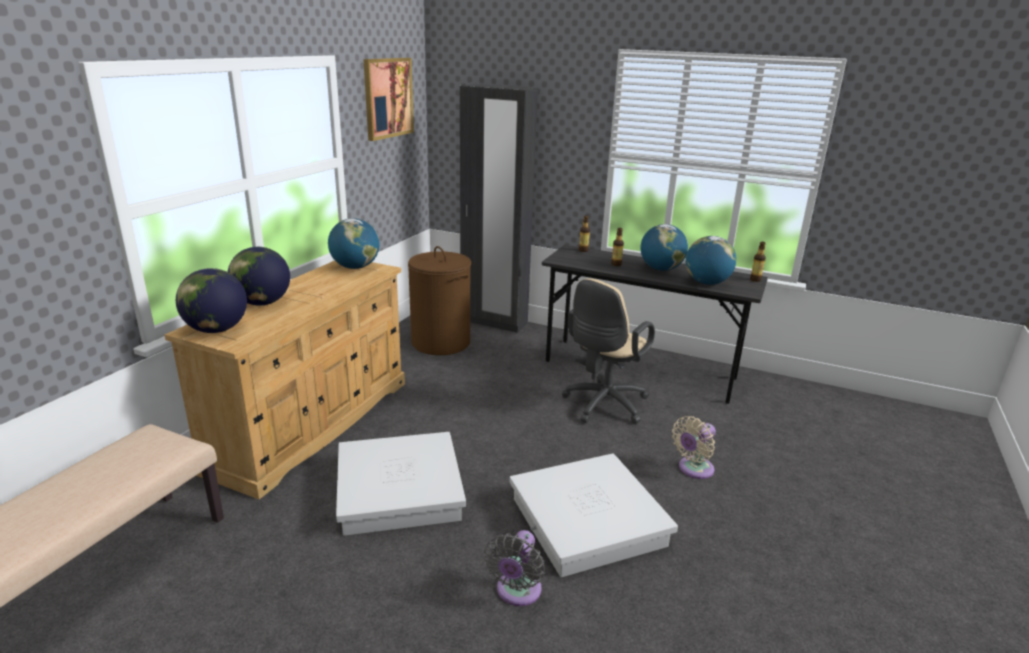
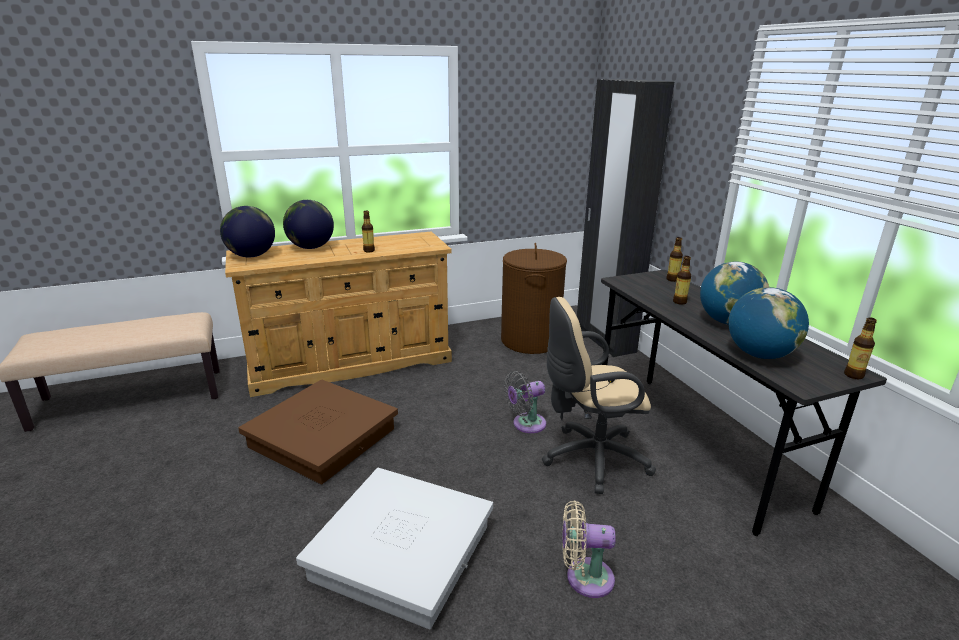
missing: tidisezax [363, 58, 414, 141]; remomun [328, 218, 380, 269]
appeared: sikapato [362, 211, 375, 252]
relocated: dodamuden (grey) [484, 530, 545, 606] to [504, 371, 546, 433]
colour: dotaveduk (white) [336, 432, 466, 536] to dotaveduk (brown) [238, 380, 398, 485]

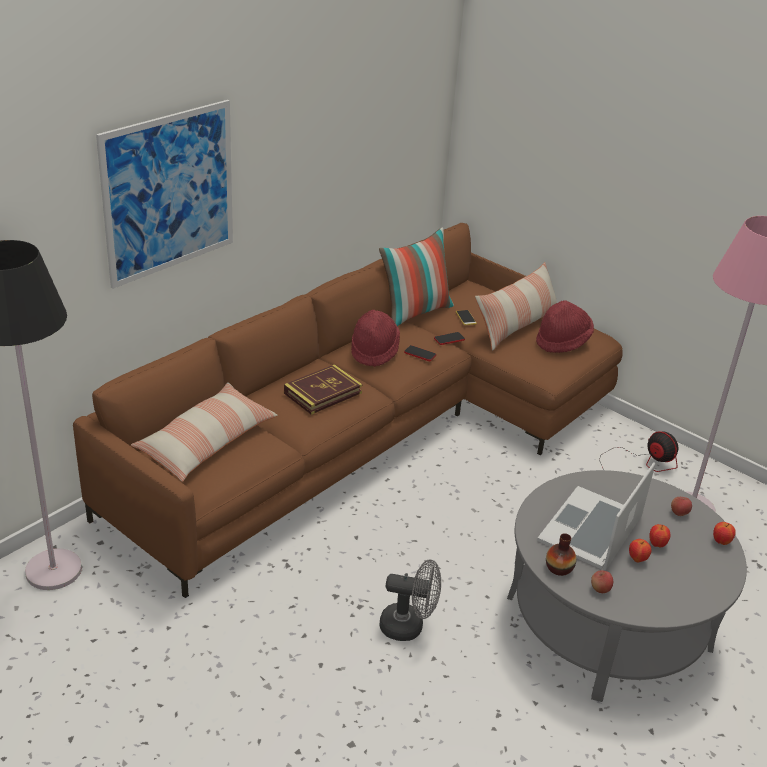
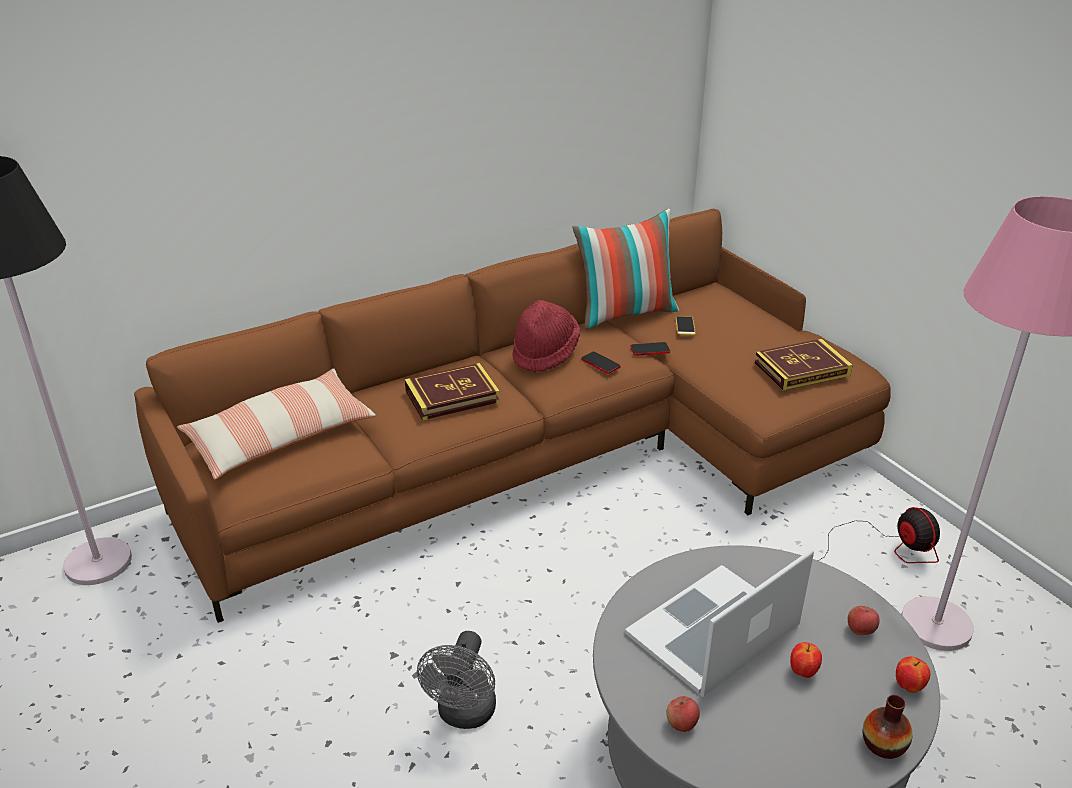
missing: tidisezax [96, 100, 233, 289]; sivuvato [475, 262, 557, 351]; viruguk [629, 539, 651, 563]
relocated: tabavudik [546, 533, 577, 576] to [863, 695, 913, 759]
exchanged: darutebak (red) [536, 300, 594, 353] to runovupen [755, 339, 853, 391]
spun: dodamuden (grey) [379, 560, 441, 641] = [417, 631, 496, 729] 75 degrees clockwise

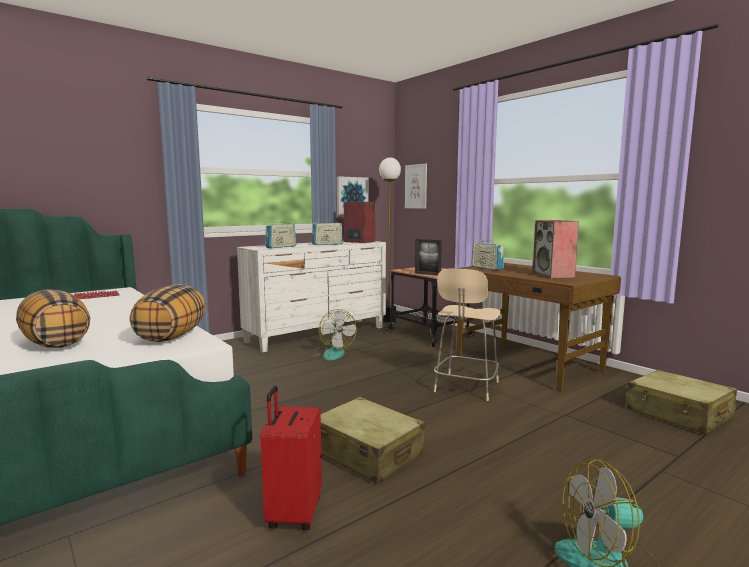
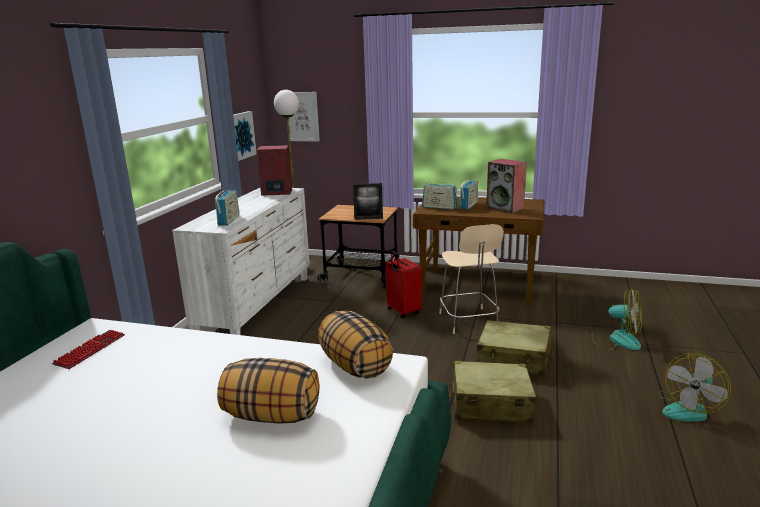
relocated: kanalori [312, 218, 343, 245] to [460, 180, 478, 210]; dodamuden [307, 309, 357, 360] to [591, 288, 642, 351]; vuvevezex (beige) [627, 370, 737, 434] to [477, 320, 553, 376]; vuvevezex (red) [261, 386, 322, 530] to [386, 251, 422, 318]

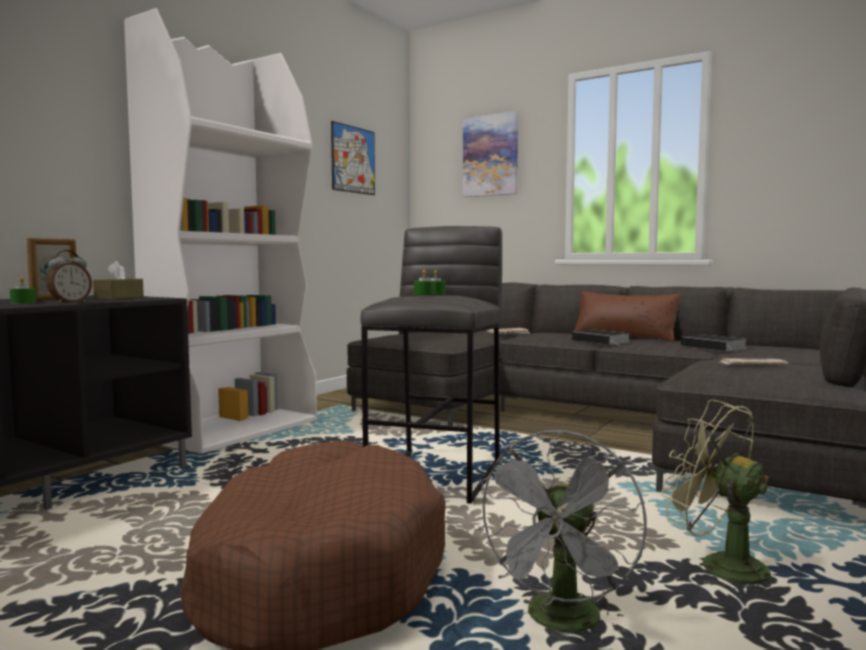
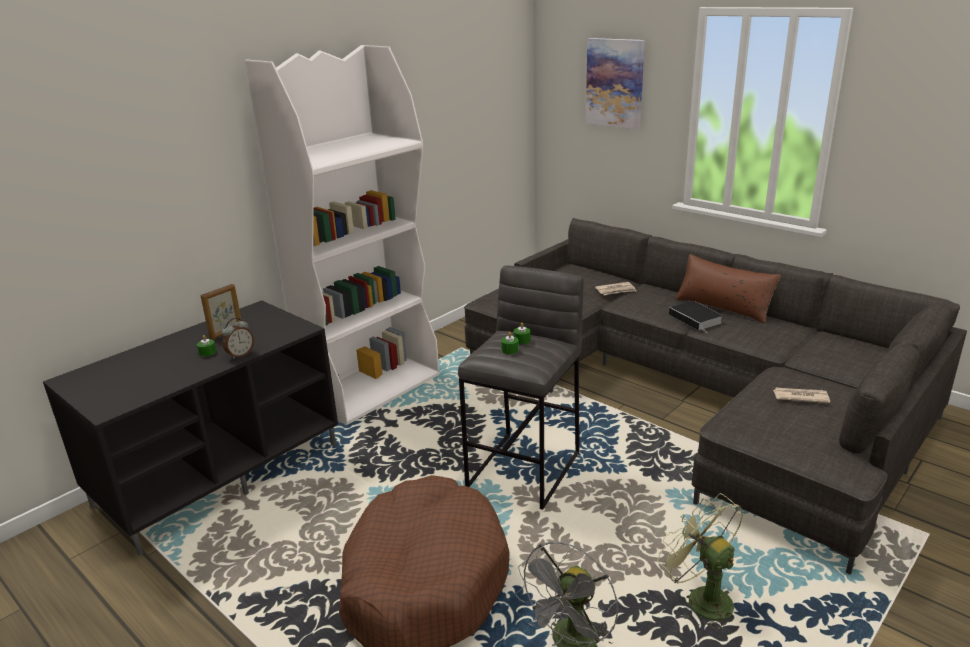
missing: tidisezax [331, 121, 375, 195]; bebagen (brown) [93, 261, 144, 299]; runovupen [681, 334, 747, 352]

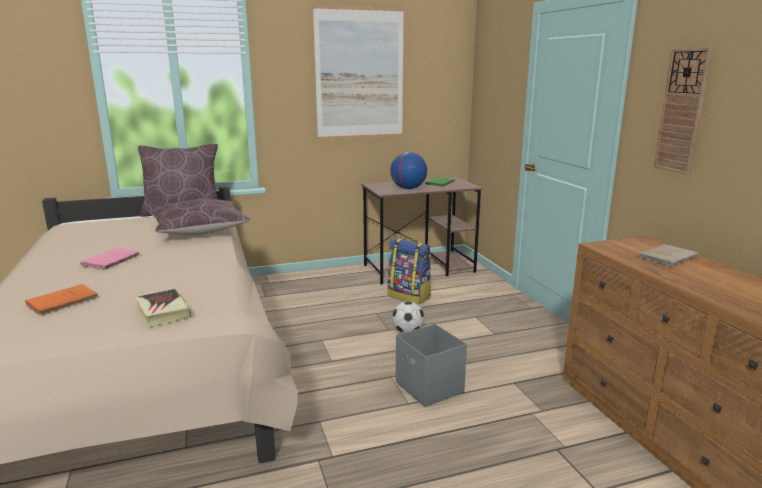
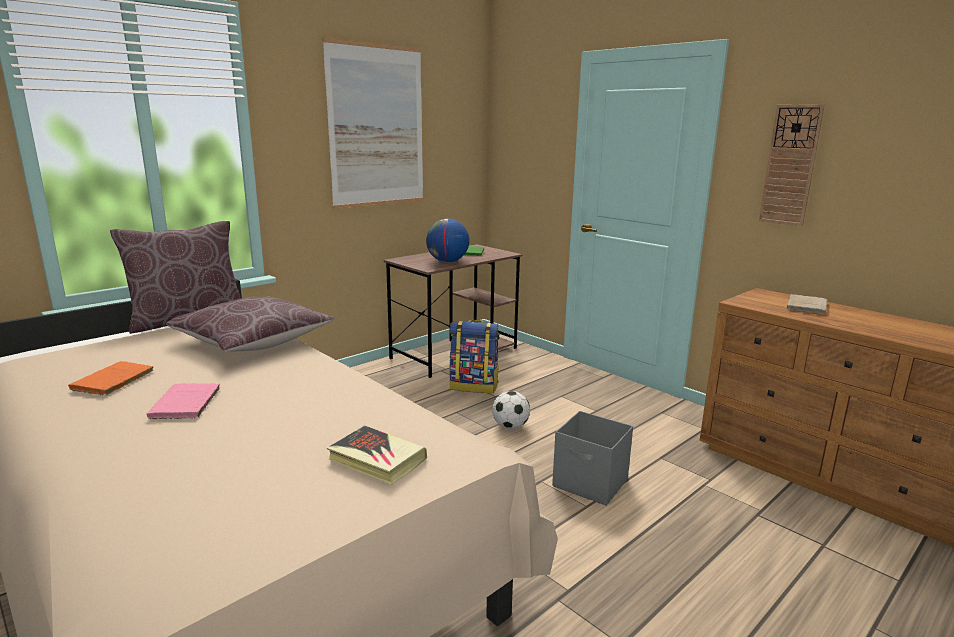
relocated: runovupen (orange) [25, 284, 98, 315] to [68, 361, 154, 395]

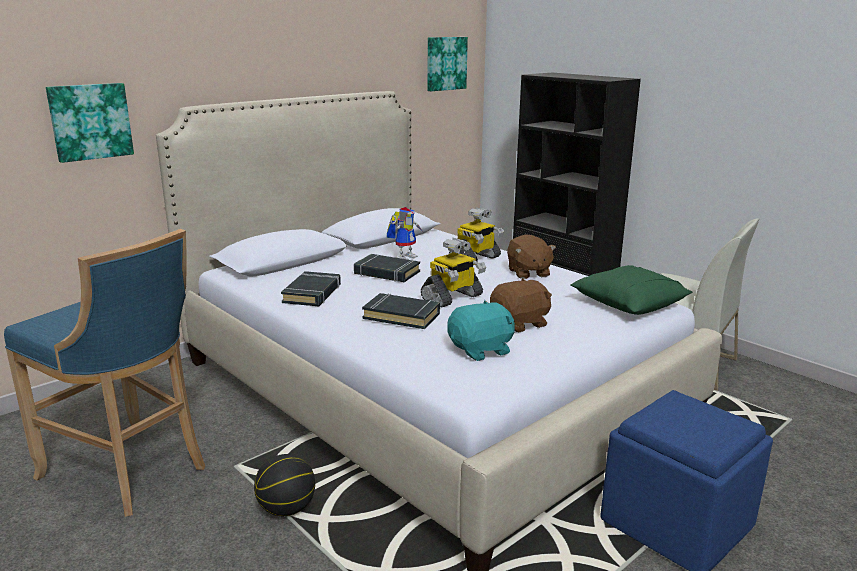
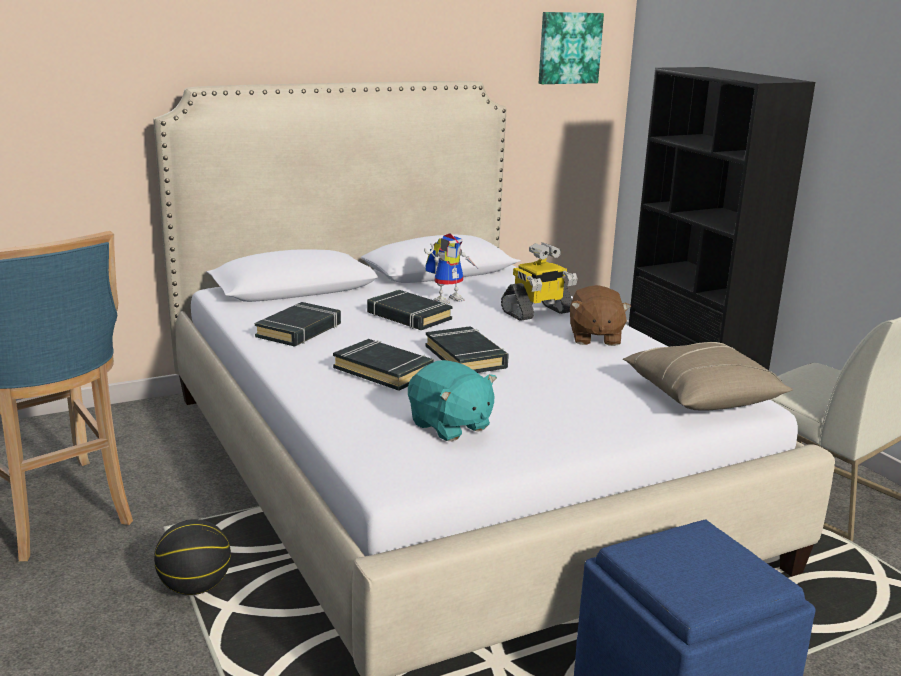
missing: tidisezax [46, 83, 134, 163]; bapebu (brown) [490, 278, 552, 332]
exchanged: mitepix [421, 238, 486, 308] to runovupen (black) [425, 326, 509, 373]
colour: sivuvato (green) [570, 265, 692, 315] to sivuvato (beige) [623, 342, 793, 411]
spun: bapebu (turquoise) [447, 300, 515, 361] = [408, 360, 497, 441] 60 degrees clockwise

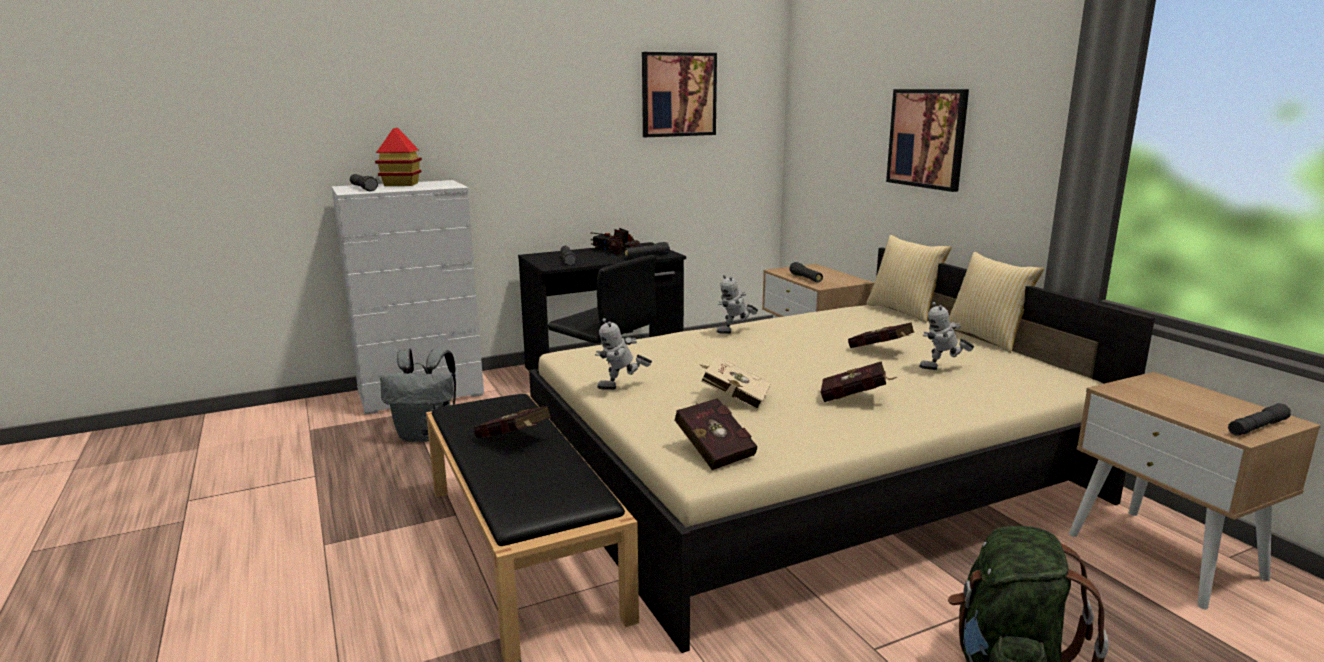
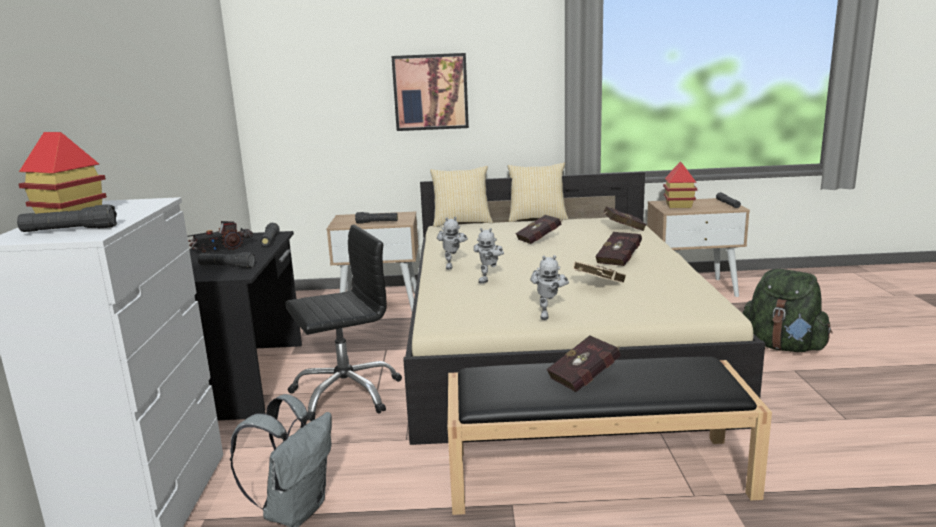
missing: tidisezax [642, 52, 717, 137]
appeared: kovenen [663, 162, 698, 208]
relocated: mitepix [919, 302, 974, 370] to [473, 228, 504, 284]; runovupen (red) [674, 398, 757, 470] to [601, 207, 646, 231]

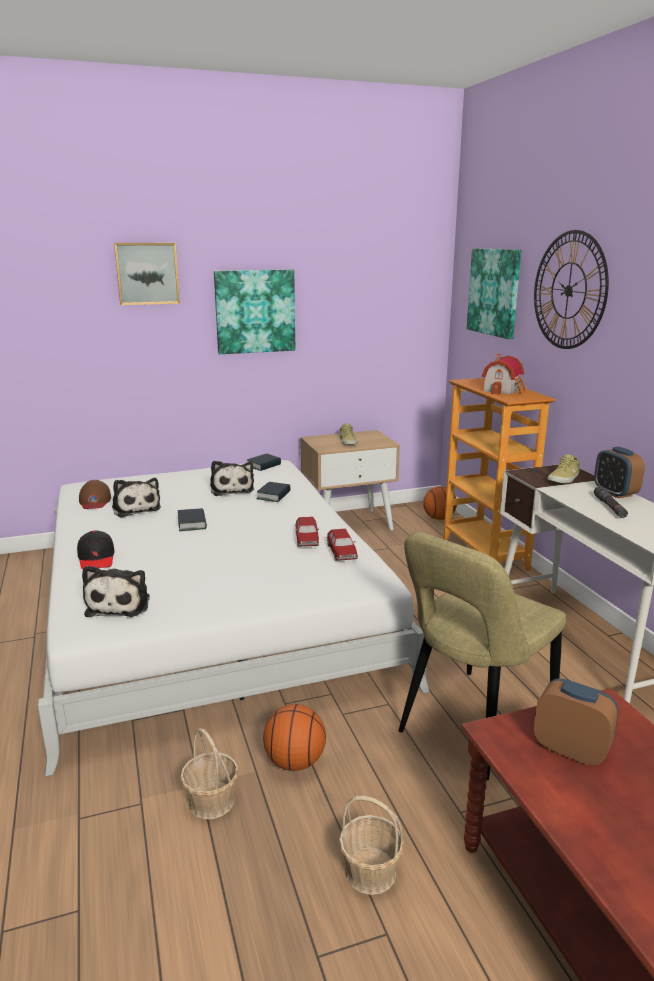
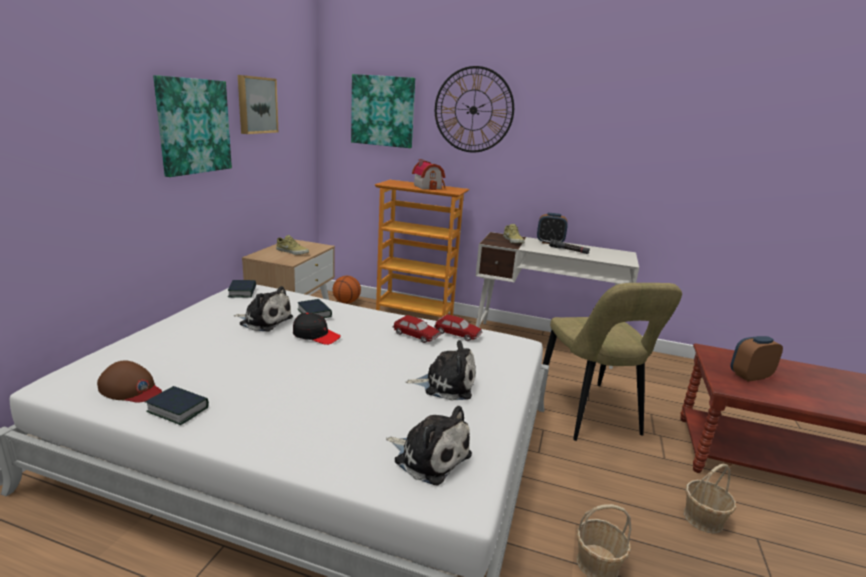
missing: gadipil [263, 704, 326, 771]
relocated: tidisezax [114, 243, 180, 305] to [238, 75, 278, 134]; bapebu [112, 478, 161, 518] to [406, 340, 476, 400]; runovupen [178, 508, 207, 531] to [145, 386, 209, 425]; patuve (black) [77, 530, 115, 570] to [293, 313, 341, 345]

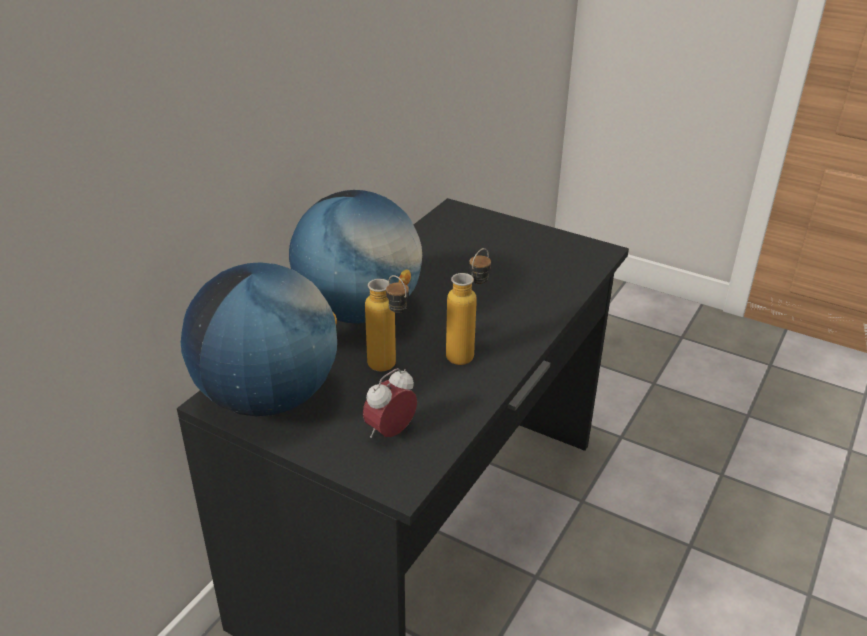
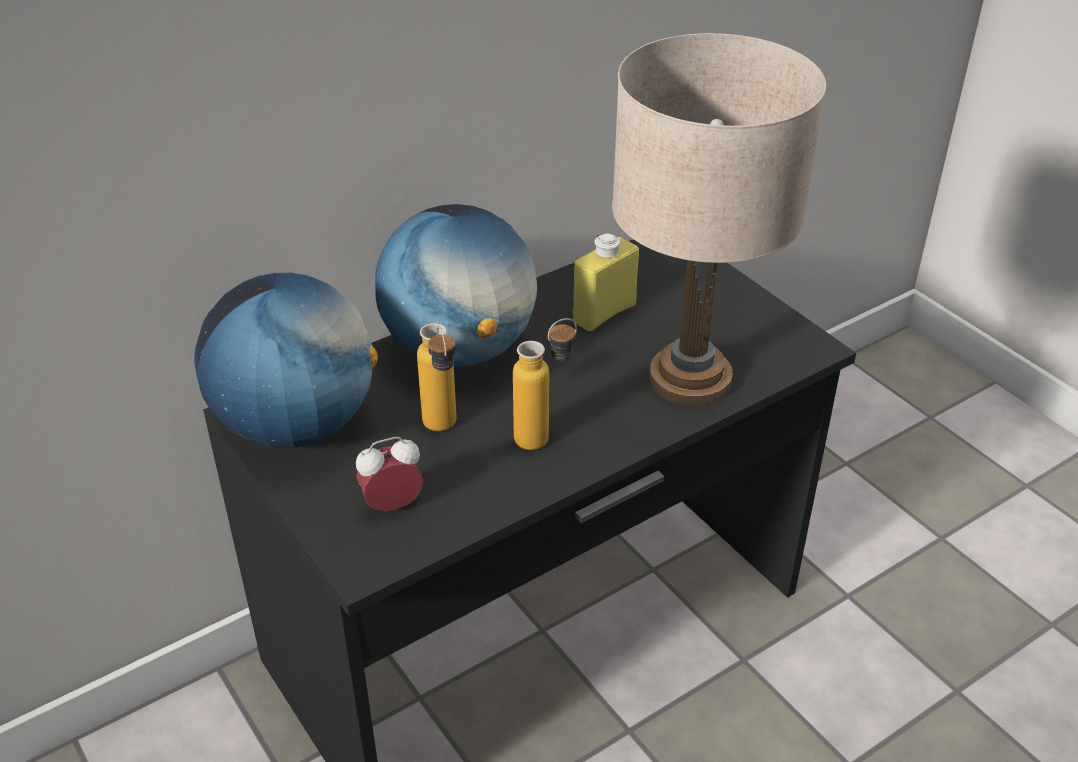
appeared: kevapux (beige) [612, 33, 826, 406]; sikapato (yellow) [573, 234, 639, 332]

